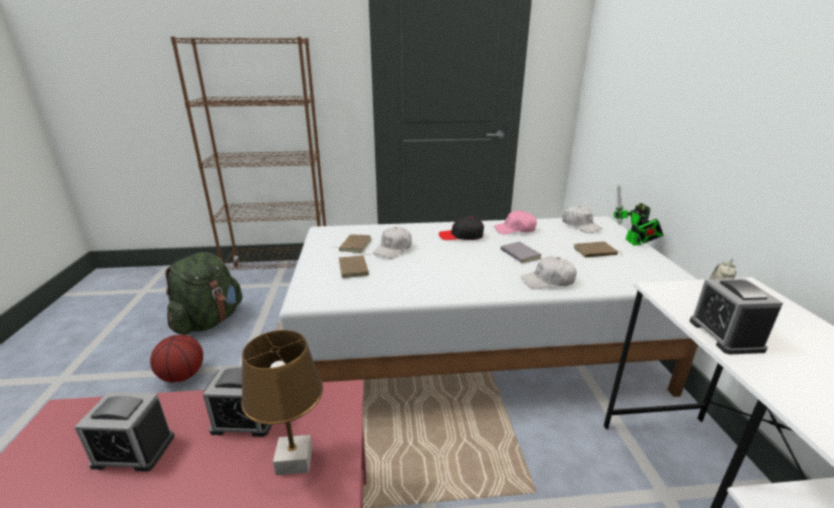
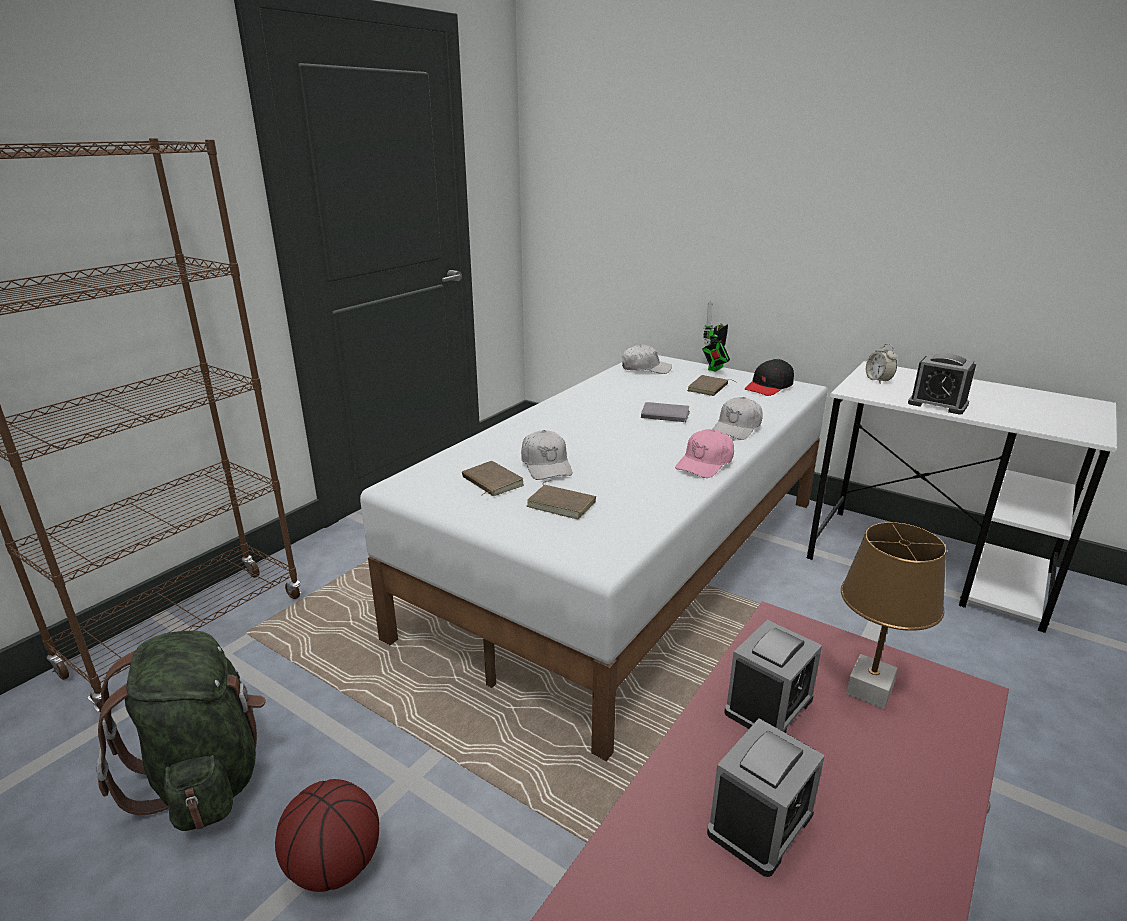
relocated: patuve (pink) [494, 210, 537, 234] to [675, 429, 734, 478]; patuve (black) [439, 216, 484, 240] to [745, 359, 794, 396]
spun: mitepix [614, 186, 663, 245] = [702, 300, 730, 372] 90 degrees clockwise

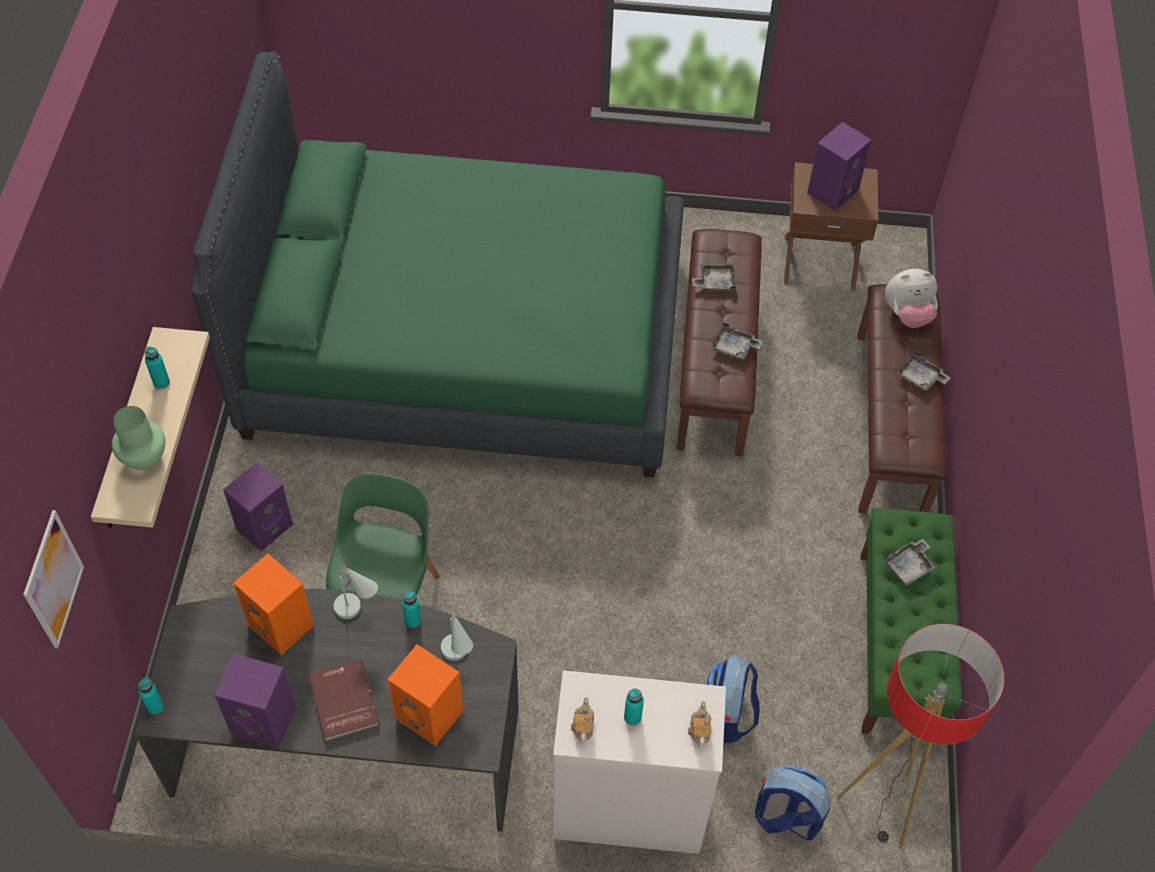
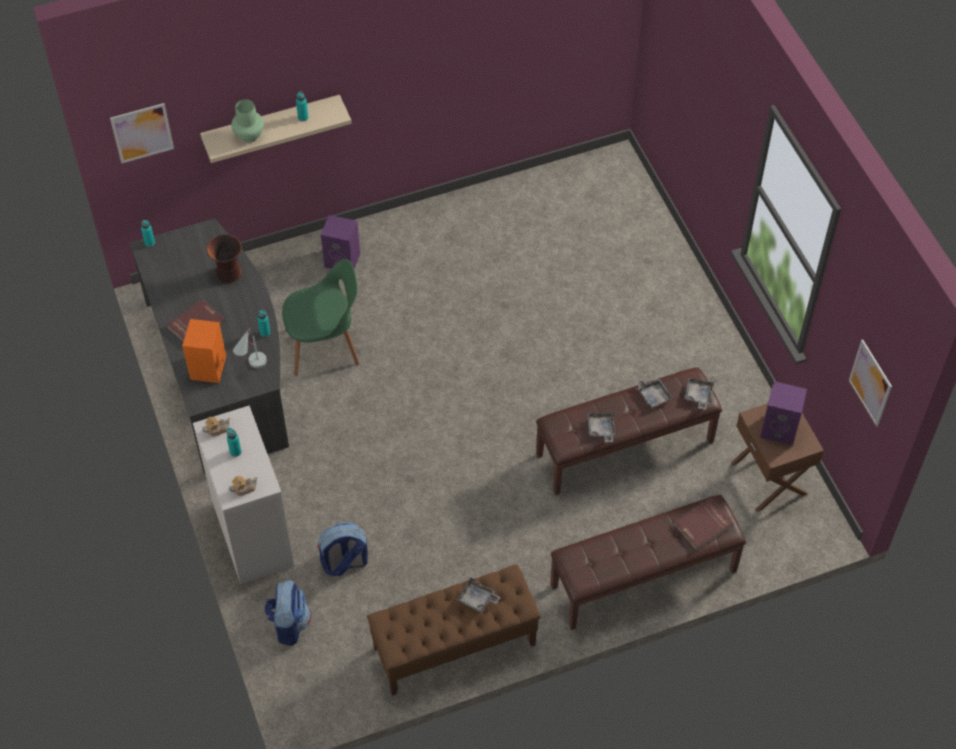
missing: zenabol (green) [192, 51, 684, 477]; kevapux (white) [334, 566, 378, 619]; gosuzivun [837, 624, 1005, 849]; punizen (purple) [214, 654, 296, 748]
appeared: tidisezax [849, 340, 892, 427]
relocated: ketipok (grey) [896, 351, 950, 391] to [684, 378, 714, 410]
exchanged: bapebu [885, 269, 938, 328] to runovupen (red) [673, 498, 734, 550]; punizen (orange) [233, 554, 314, 655] to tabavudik [206, 234, 242, 283]
colour: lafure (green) [860, 508, 962, 734] to lafure (brown) [367, 564, 541, 696]

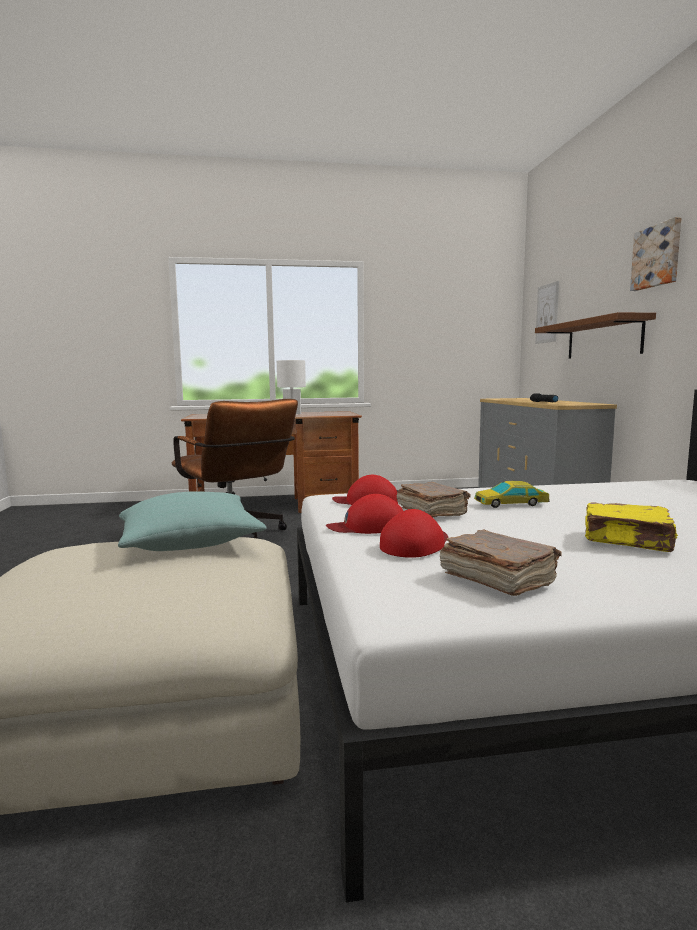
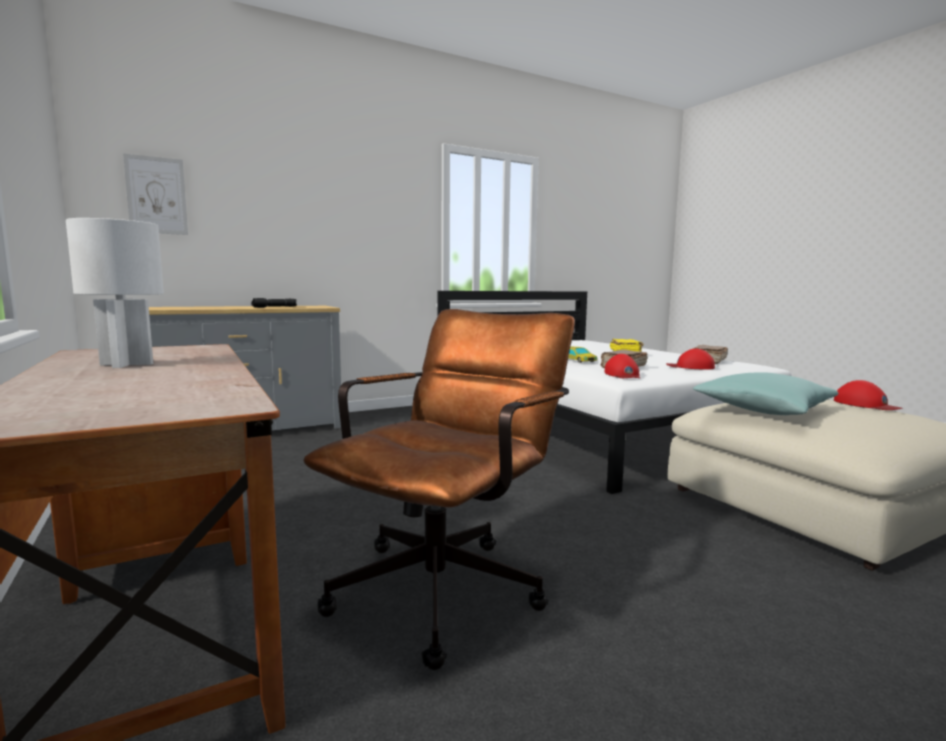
missing: tidisezax [630, 217, 682, 291]; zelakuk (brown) [535, 312, 656, 359]
relocated: patuve (red) [326, 494, 403, 534] to [834, 380, 903, 410]

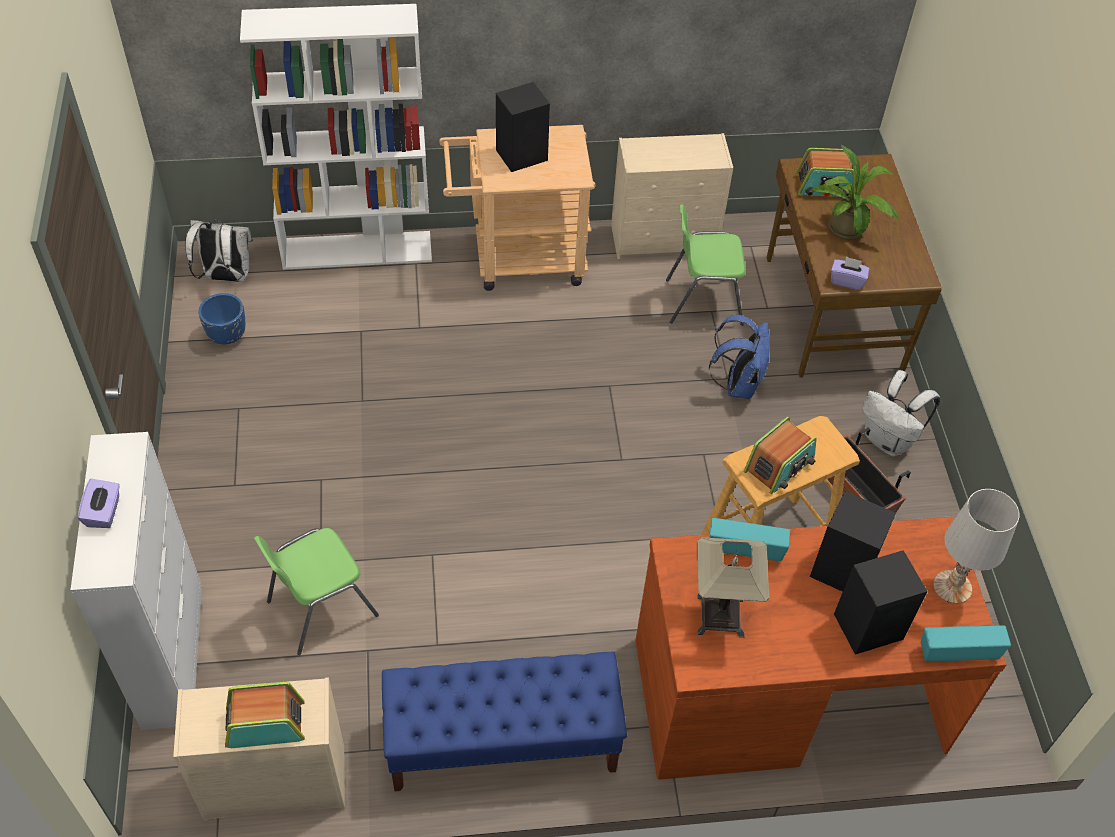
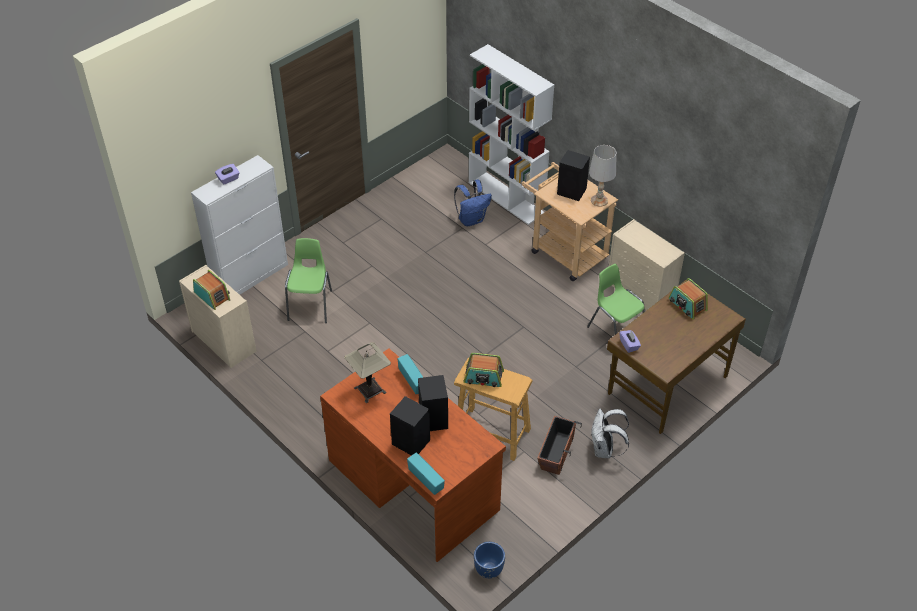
missing: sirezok [812, 144, 899, 240]; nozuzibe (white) [185, 220, 253, 282]; lafure (blue) [382, 652, 627, 791]
relocated: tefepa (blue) [198, 293, 245, 345] to [474, 542, 505, 578]; nozuzibe (blue) [709, 315, 770, 399] to [454, 180, 492, 226]; kevapux (white) [934, 489, 1020, 604] to [589, 145, 616, 207]
spun: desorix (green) [254, 528, 379, 655] = [285, 238, 332, 323] 75 degrees clockwise

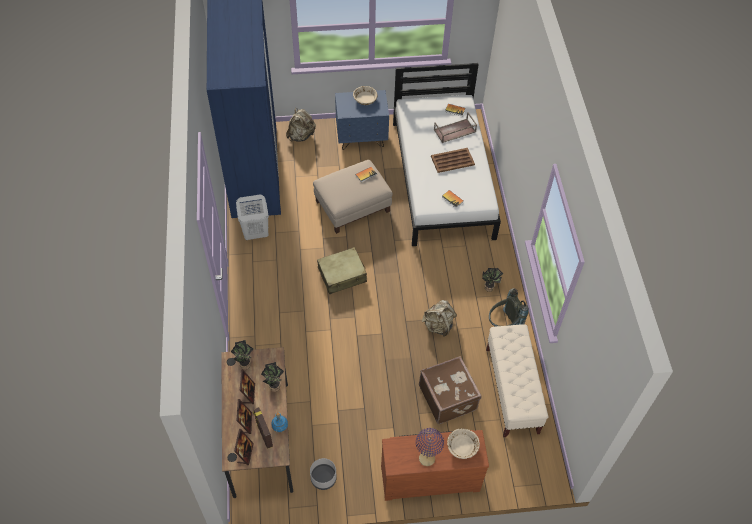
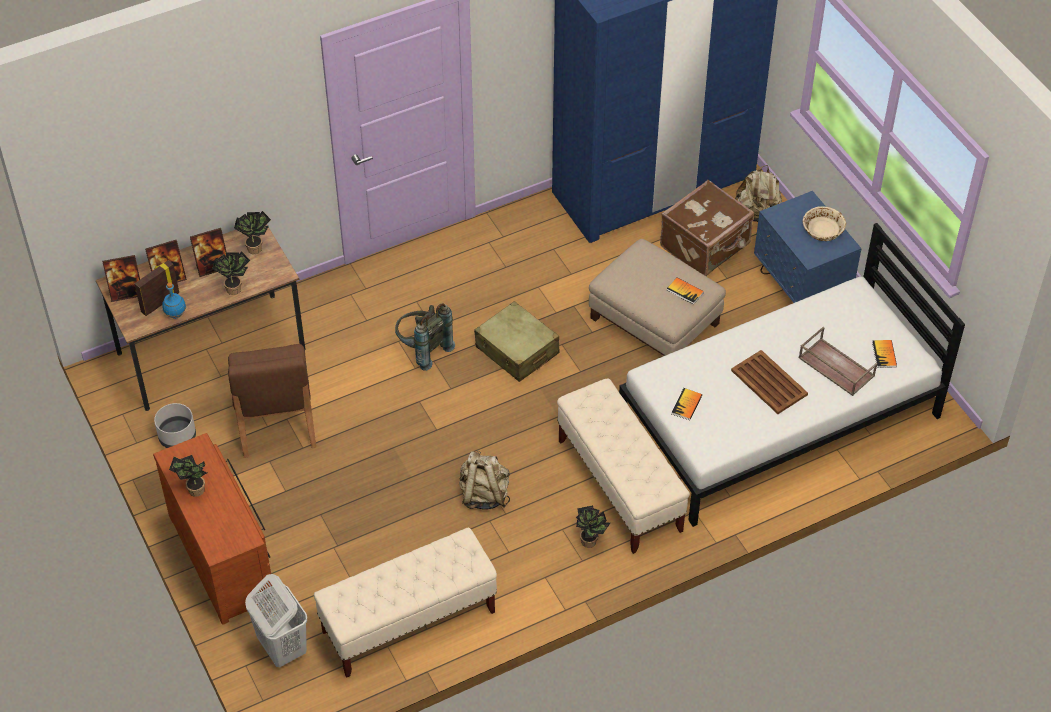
missing: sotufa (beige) [447, 428, 480, 459]
appeared: desorix (brown) [228, 344, 316, 458]; lafure (beige) [557, 378, 690, 554]
relocated: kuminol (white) [236, 195, 269, 240] to [245, 574, 307, 667]; nozuzibe (grey) [489, 288, 529, 327] to [395, 303, 455, 371]; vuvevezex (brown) [419, 356, 482, 424] to [660, 180, 754, 276]
exchanged: kevapux (purple) [416, 428, 444, 466] to sirezok [169, 455, 207, 497]

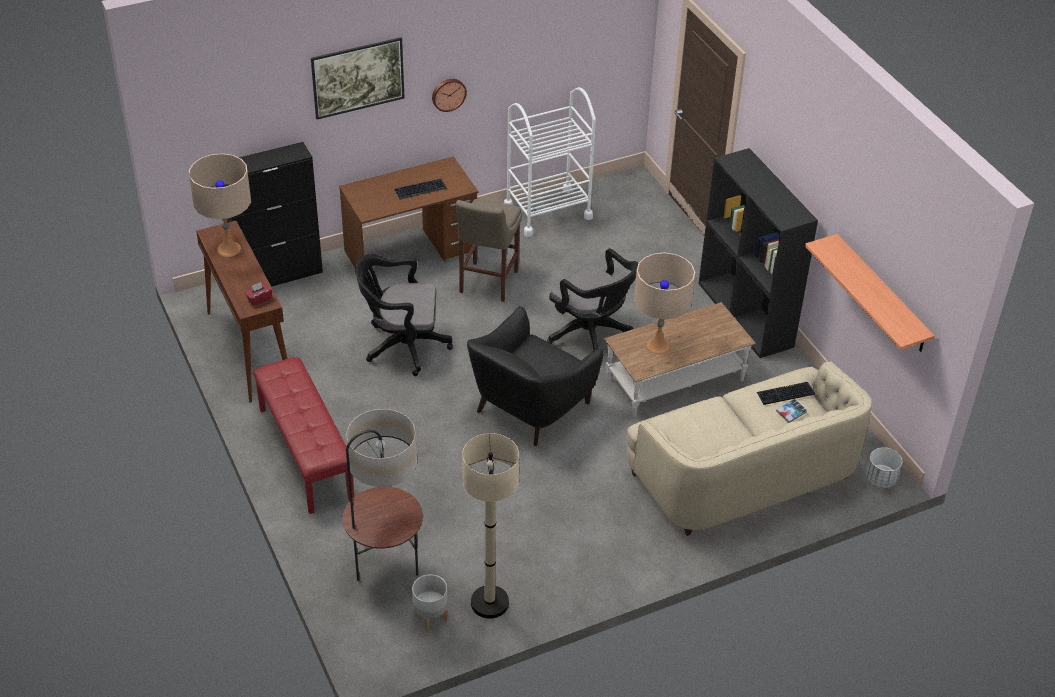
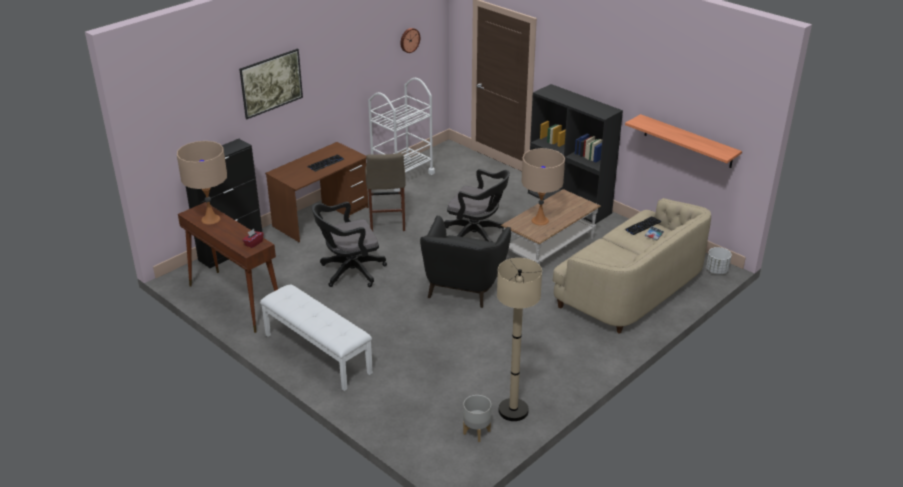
missing: gosuzivun [343, 409, 423, 581]
relocated: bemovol [432, 79, 467, 112] to [400, 28, 420, 53]
colour: lafure (red) [253, 357, 354, 514] to lafure (white) [260, 284, 373, 391]

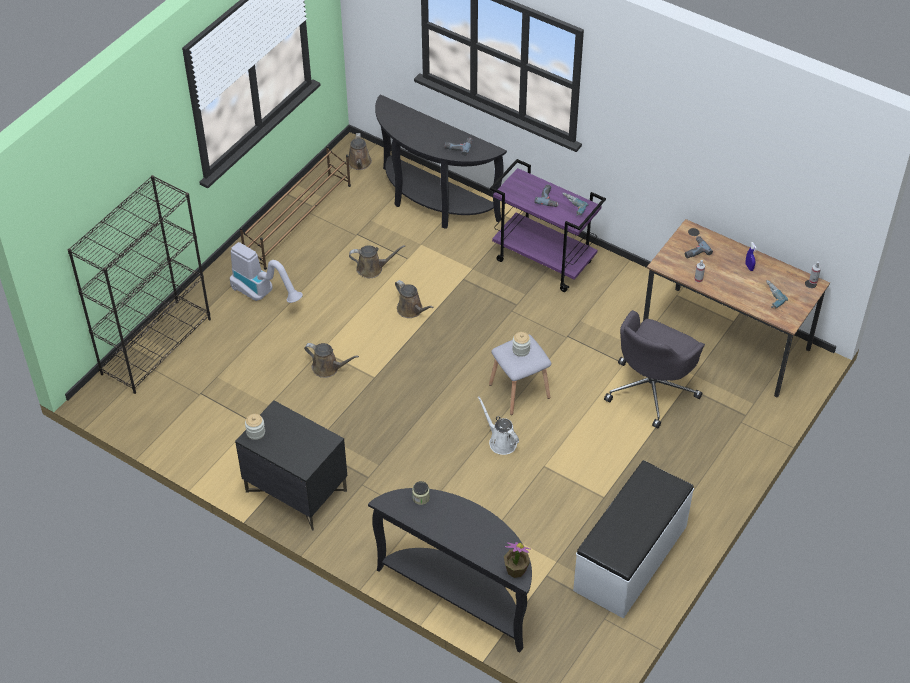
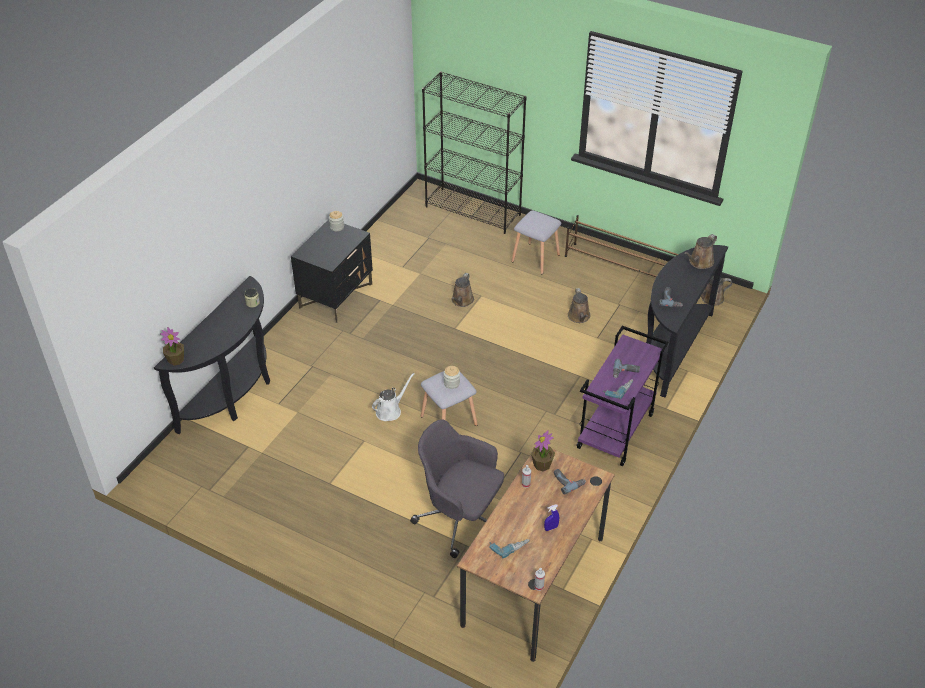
missing: lafure (white) [573, 460, 694, 619]
appeared: sirezok [531, 430, 555, 472]
relocated: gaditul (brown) [395, 280, 434, 318] to [684, 234, 717, 269]
exchanged: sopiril [230, 242, 303, 303] to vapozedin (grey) [511, 210, 561, 274]

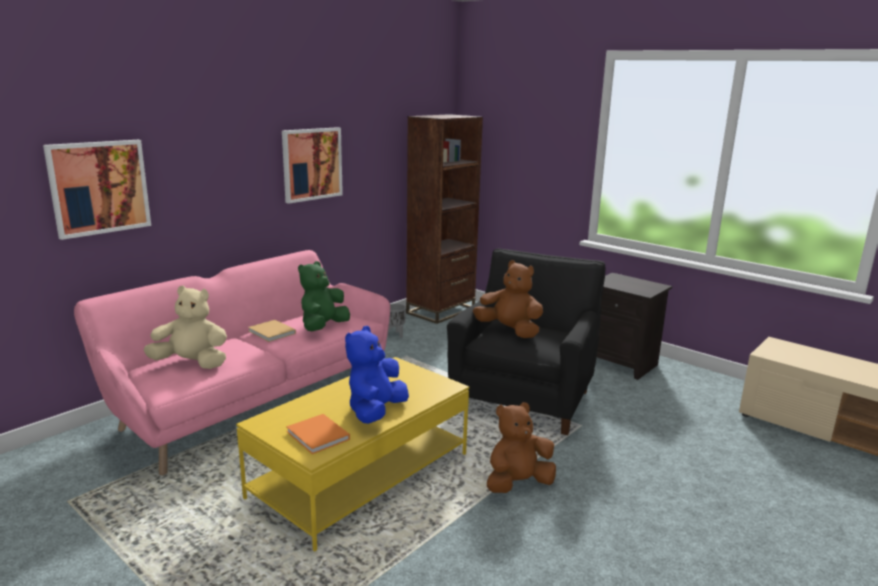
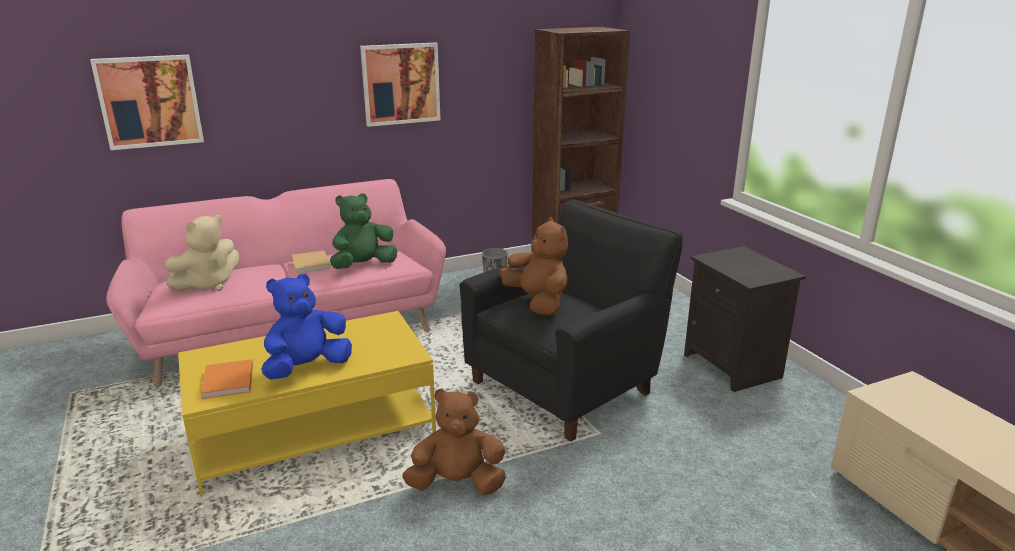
spun: bapebu (beige) [143, 286, 227, 369] = [165, 215, 239, 291] 105 degrees clockwise

